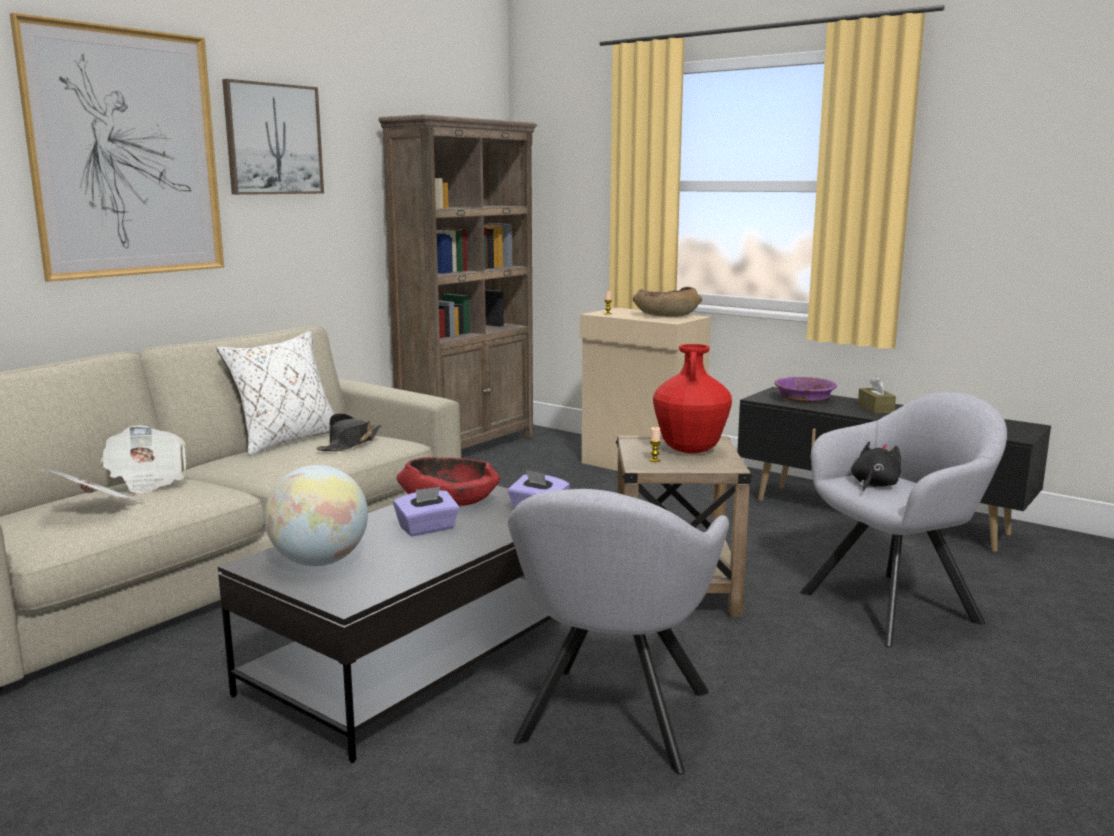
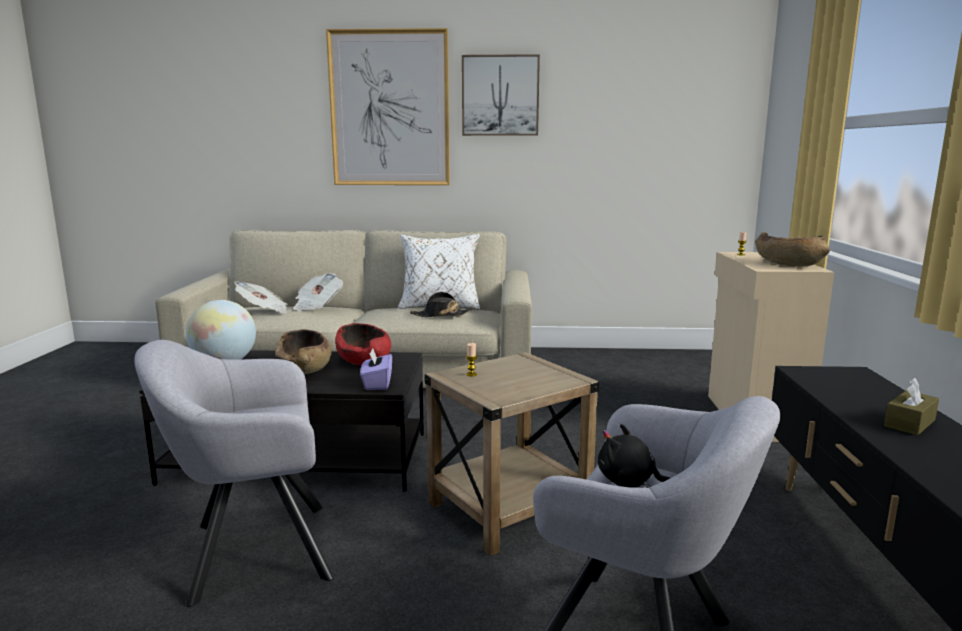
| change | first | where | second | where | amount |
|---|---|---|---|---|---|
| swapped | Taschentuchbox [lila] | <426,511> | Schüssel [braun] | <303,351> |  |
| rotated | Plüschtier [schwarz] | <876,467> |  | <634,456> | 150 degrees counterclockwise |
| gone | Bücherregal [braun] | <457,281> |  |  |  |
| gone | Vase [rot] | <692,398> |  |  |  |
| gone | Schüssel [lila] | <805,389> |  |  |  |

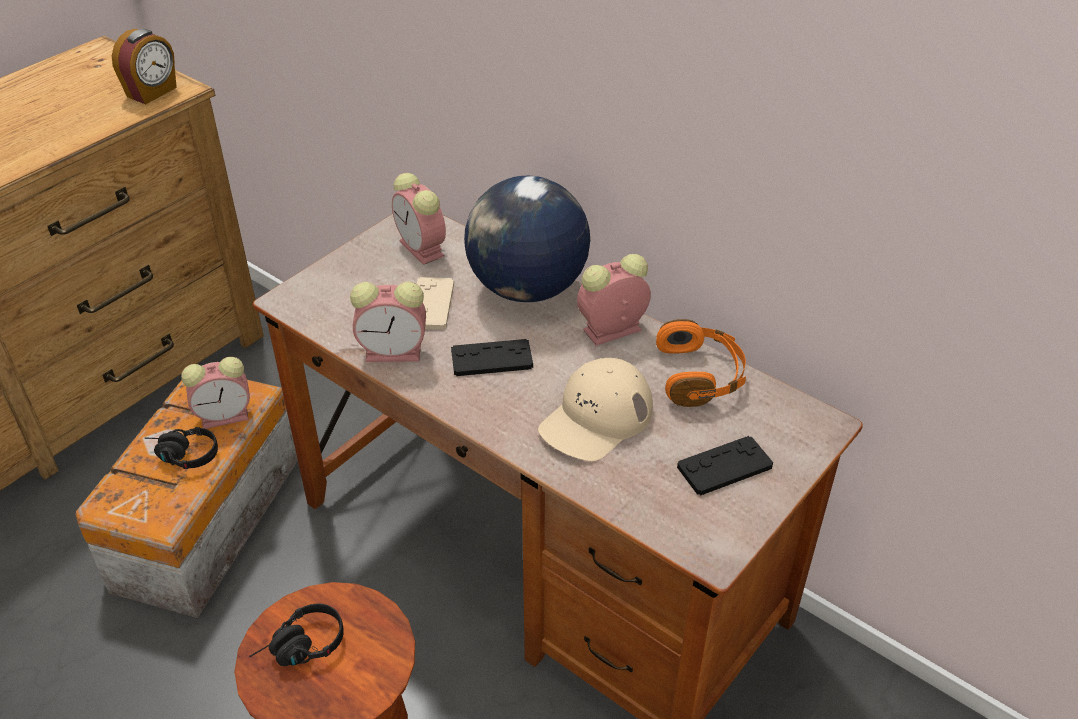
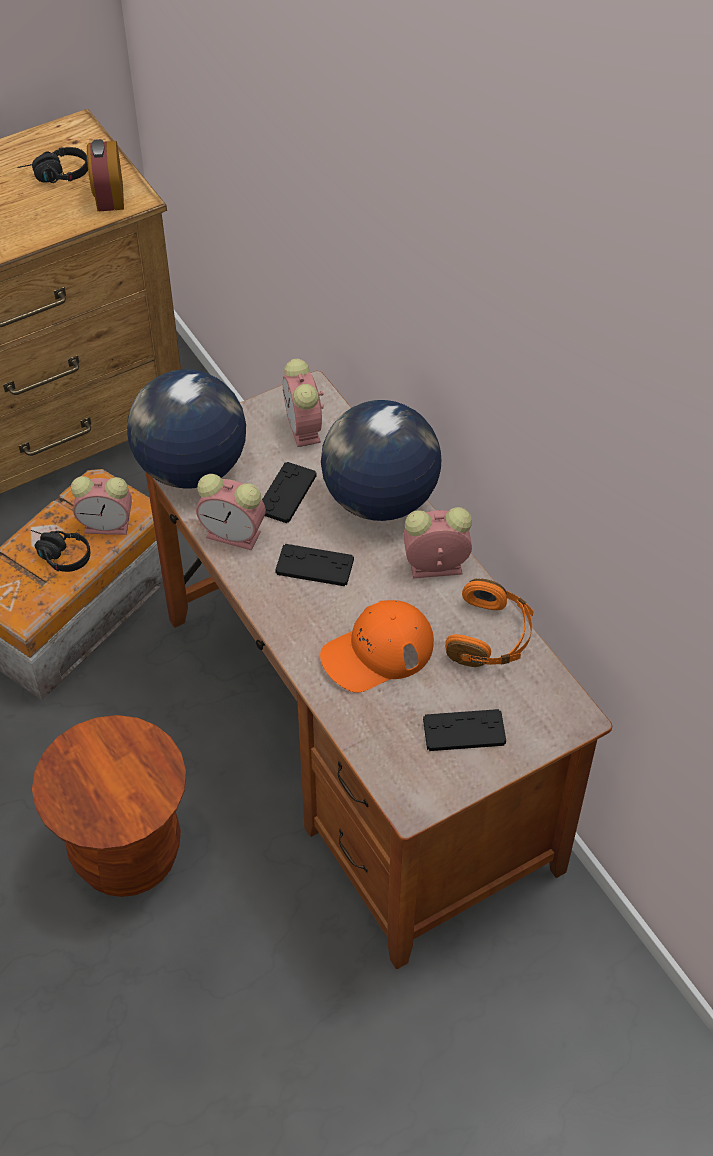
| change | first | where | second | where | amount |
|---|---|---|---|---|---|
| shifted | Kopfhörer [schwarz] | <296,635> |  | <52,165> |  |
| rotated | Wecker | <144,66> |  | <105,175> | 120 degrees clockwise |
| new |  |  | Globus | <186,429> |  |
| repainted | Gamepad [beige] | <435,303> | Gamepad [schwarz] | <289,492> |  |
| repainted | Kappe [beige] | <595,409> | Kappe [orange] | <377,646> |  |

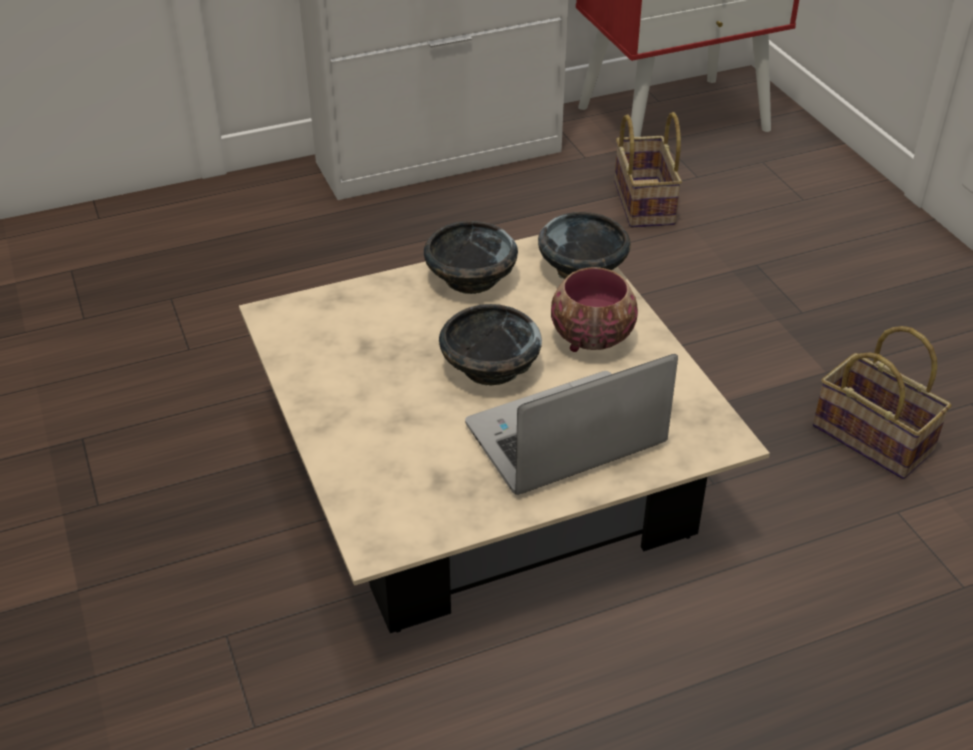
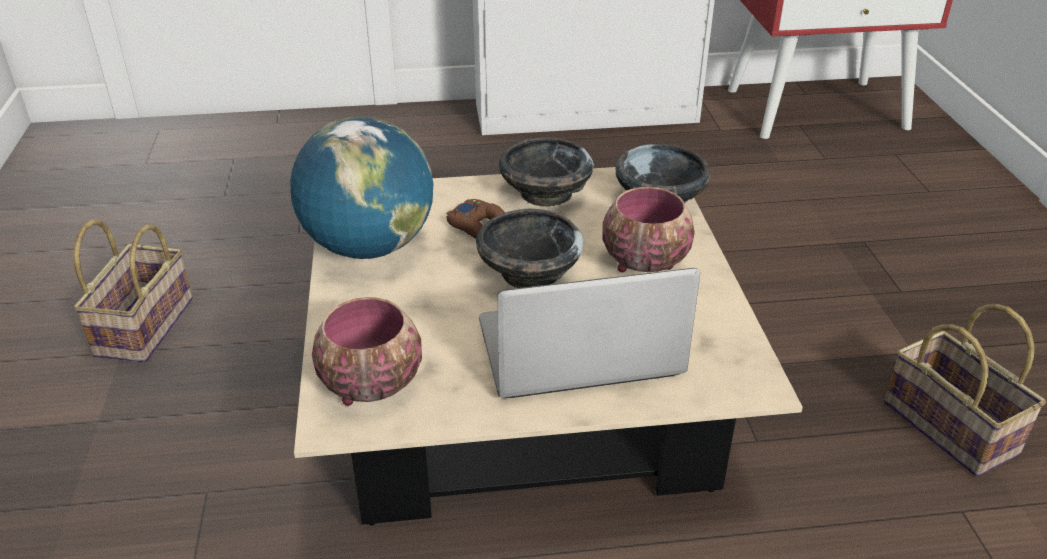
| change | first | where | second | where | amount |
|---|---|---|---|---|---|
| shifted | Korb | <648,170> |  | <133,291> |  |
| new |  |  | Globus | <361,188> |  |
| new |  |  | Schüssel | <367,351> |  |
| new |  |  | Gamepad [braun] | <475,219> |  |

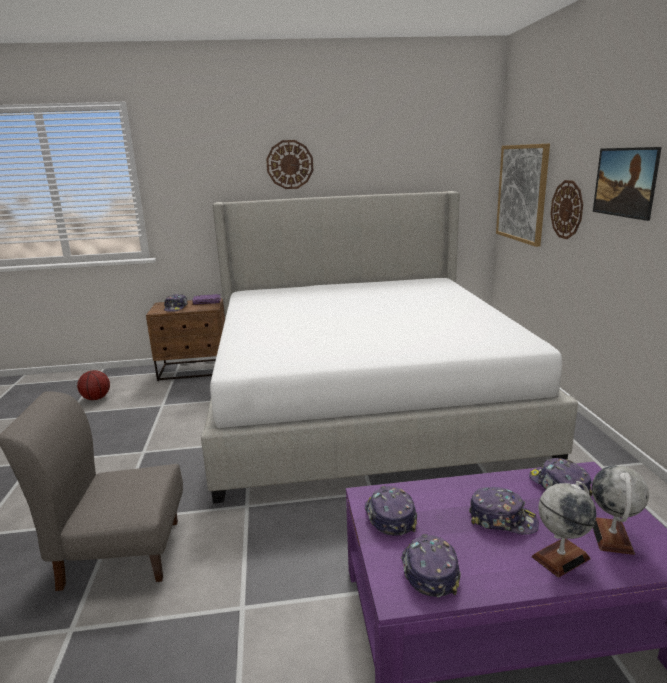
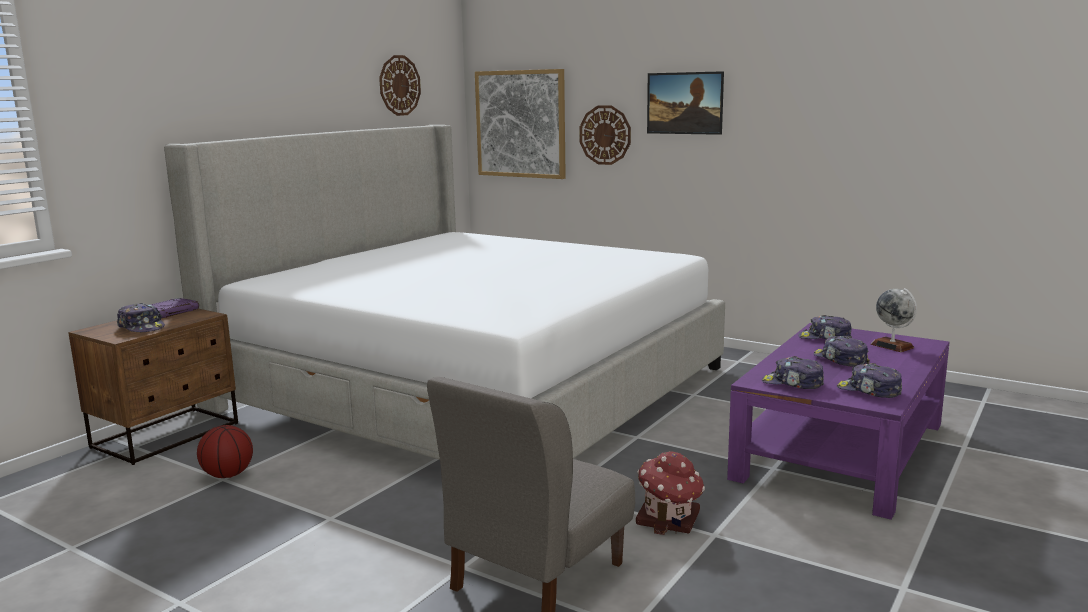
| change | first | where | second | where | amount |
|---|---|---|---|---|---|
| shifted | Basketball | <93,385> |  | <225,451> |  |
| shifted | Wanduhr | <289,164> |  | <400,85> |  |
| new |  |  | Spielzeughaus | <670,493> |  |
| rotated | Kappe | <504,510> |  | <842,351> | 90 degrees counterclockwise |
| gone | Globus | <564,529> |  |  |  |

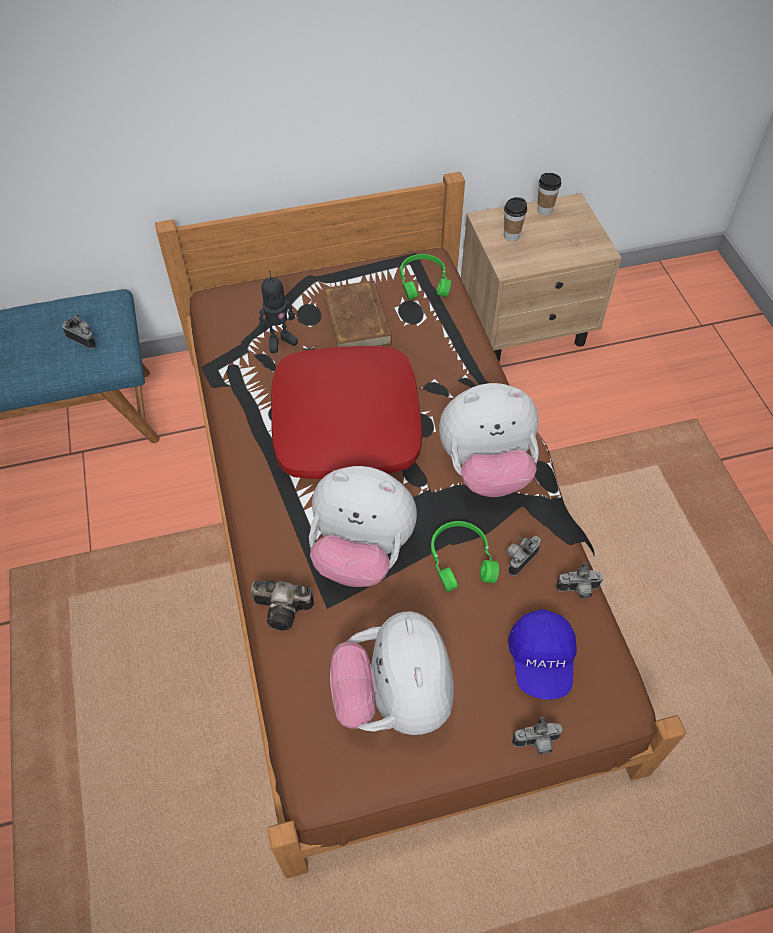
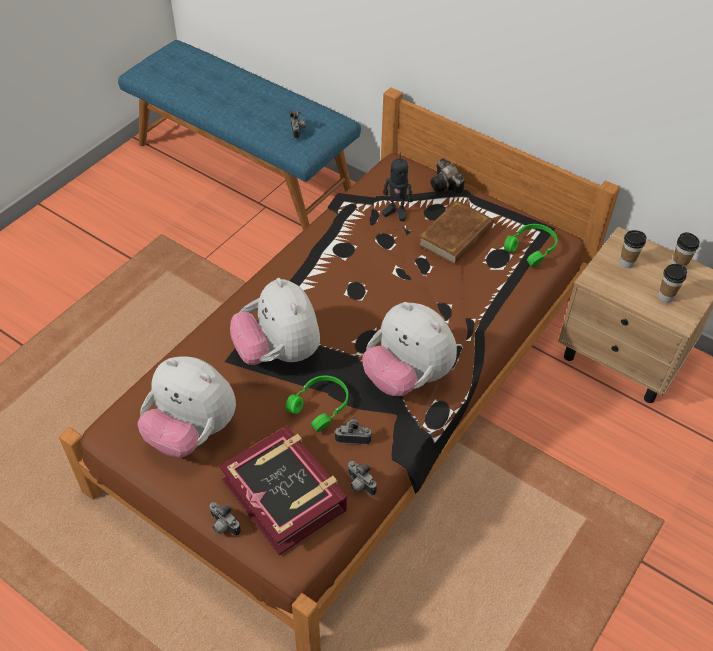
| change | first | where | second | where | amount |
|---|---|---|---|---|---|
| rotated | Plüschtier | <392,673> |  | <187,407> | 105 degrees counterclockwise |
| swapped | Kappe [blau] | <542,654> | Buch | <283,490> |  |
| shifted | Kamera | <282,606> |  | <447,176> |  |
| new |  |  | Tasse | <672,283> |  |
| gone | Kissen [rot] | <346,412> |  |  |  |

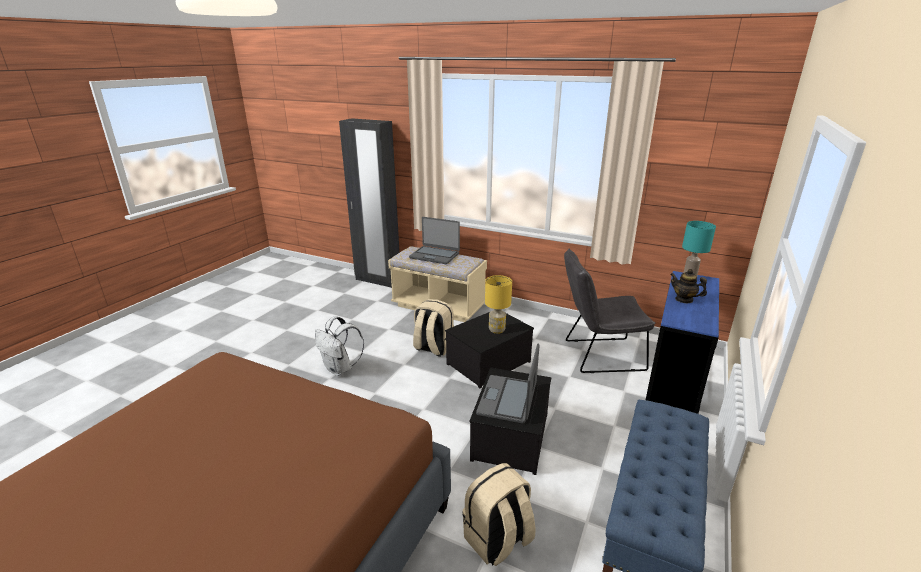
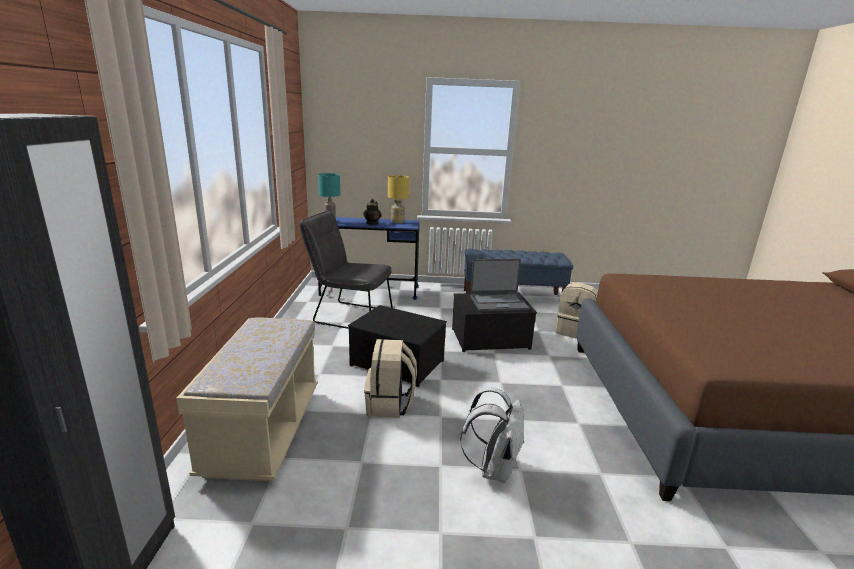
| change | first | where | second | where | amount |
|---|---|---|---|---|---|
| rotated | Stuhl [grau] | <609,310> |  | <346,269> | 135 degrees clockwise |
| shifted | Tischlampe [gelb] | <498,304> |  | <398,199> |  |
| gone | Laptop | <434,240> |  |  |  |

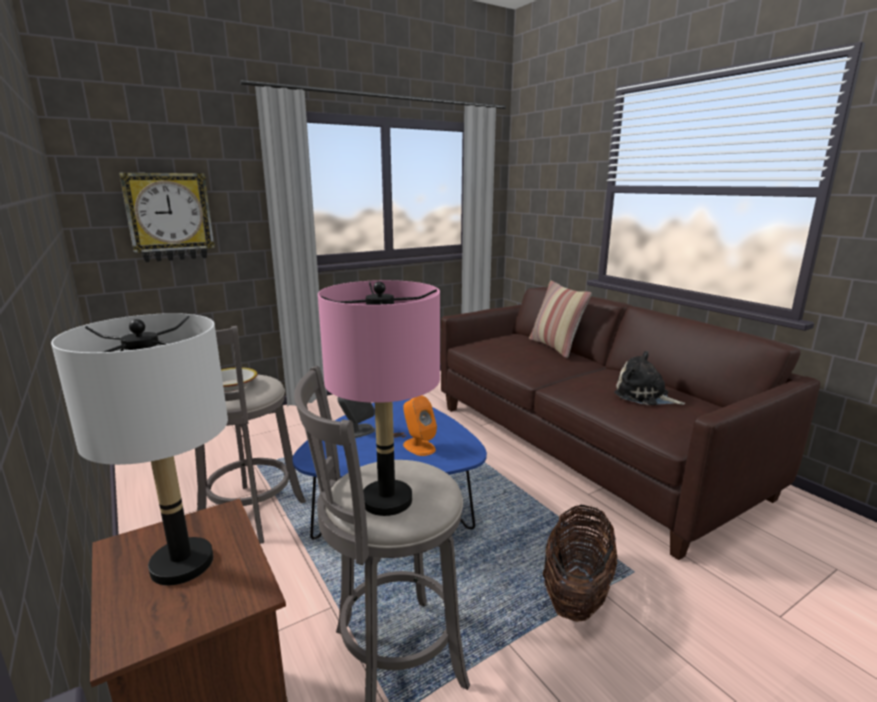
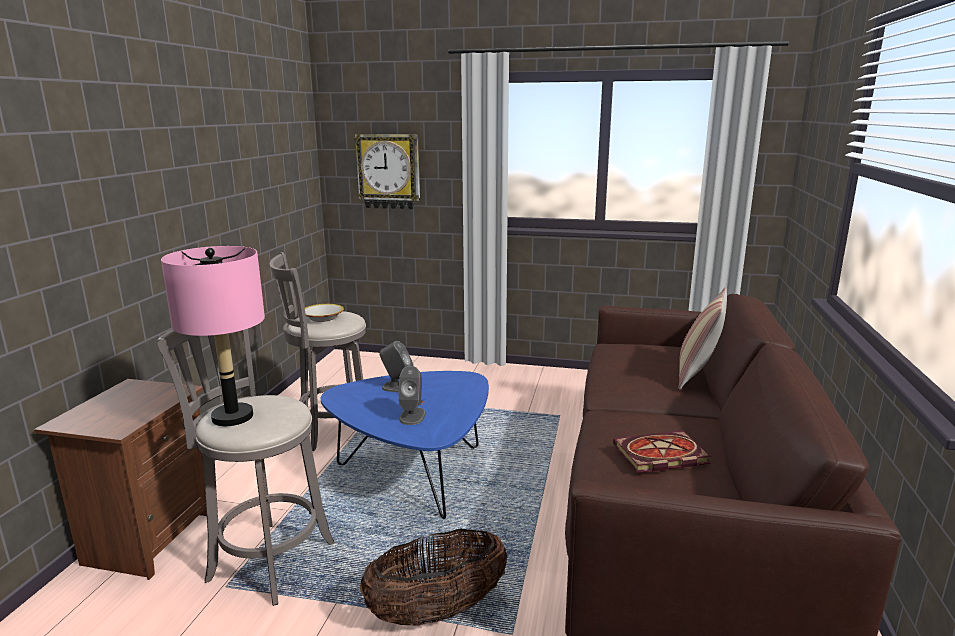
| change | first | where | second | where | amount |
|---|---|---|---|---|---|
| repainted | Lautsprecher [orange] | <420,426> | Lautsprecher [grau] | <412,395> |  |
| swapped | Plüschtier | <649,378> | Buch | <662,451> |  |
| gone | Tischlampe [weiß] | <139,449> |  |  |  |

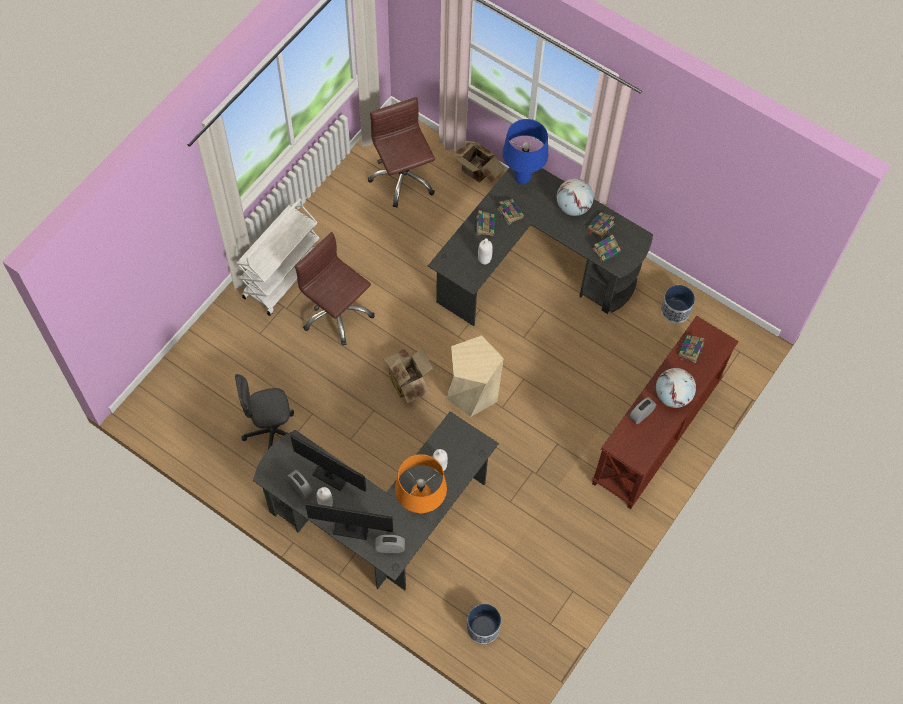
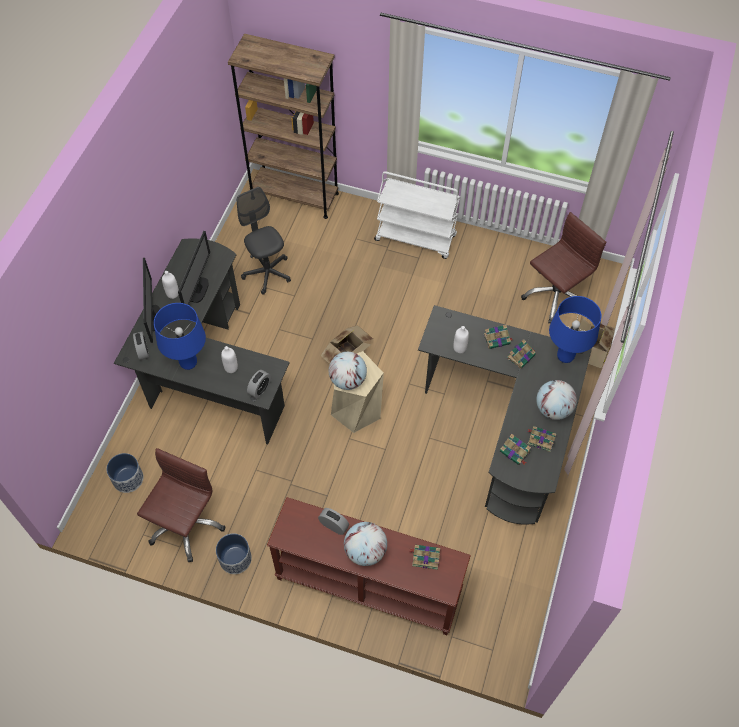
| change | first | where | second | where | amount |
|---|---|---|---|---|---|
| shifted | Bürostuhl [braun] | <335,288> |  | <181,505> |  |
| repainted | Tischlampe [orange] | <421,483> | Tischlampe [blau] | <180,336> |  |
| shifted | Pflanzkübel | <678,304> |  | <234,553> |  |
| new |  |  | Bücherregal [braun] | <283,126> |  |
| shifted | Wecker | <300,484> |  | <259,384> |  |
| new |  |  | Globus | <348,371> |  |

